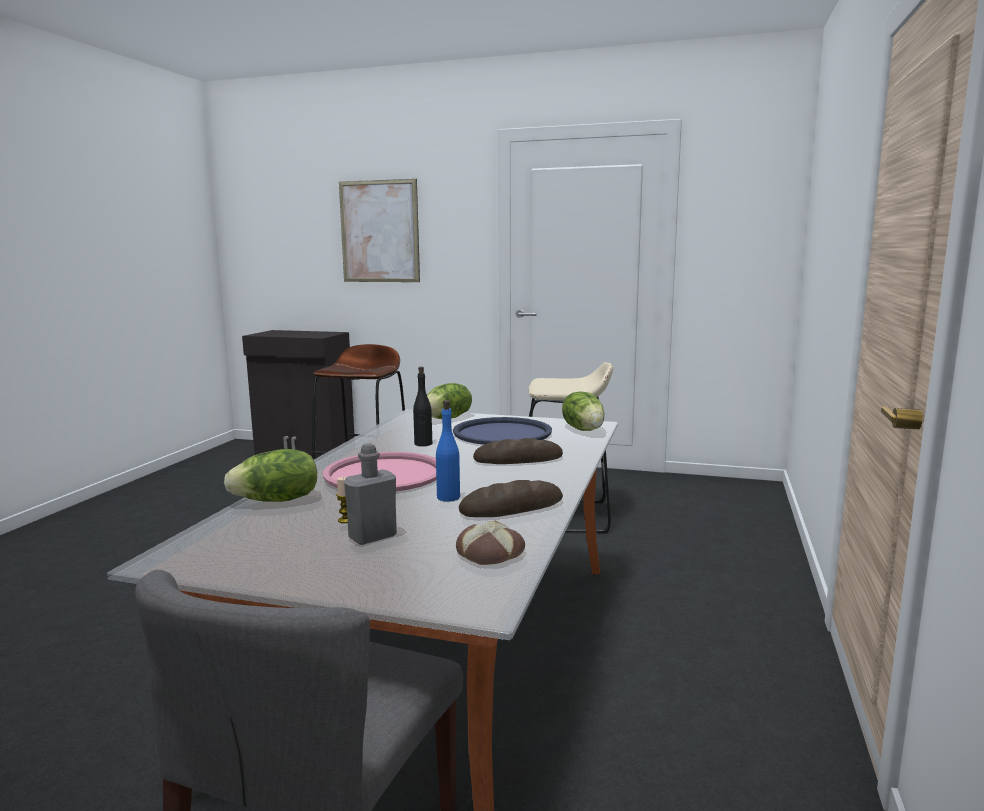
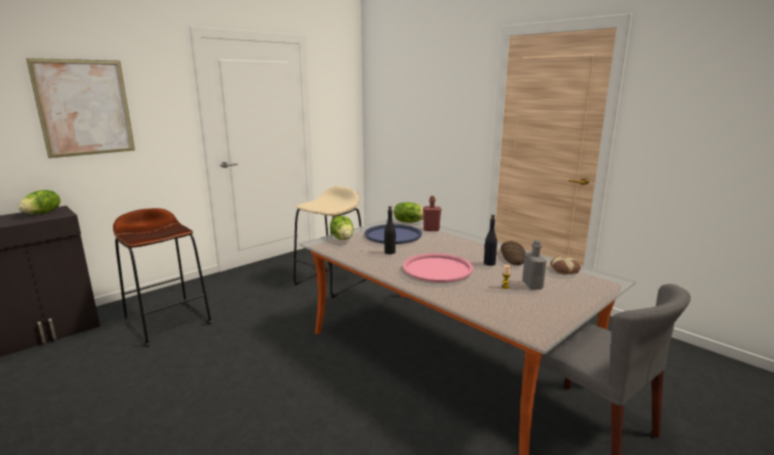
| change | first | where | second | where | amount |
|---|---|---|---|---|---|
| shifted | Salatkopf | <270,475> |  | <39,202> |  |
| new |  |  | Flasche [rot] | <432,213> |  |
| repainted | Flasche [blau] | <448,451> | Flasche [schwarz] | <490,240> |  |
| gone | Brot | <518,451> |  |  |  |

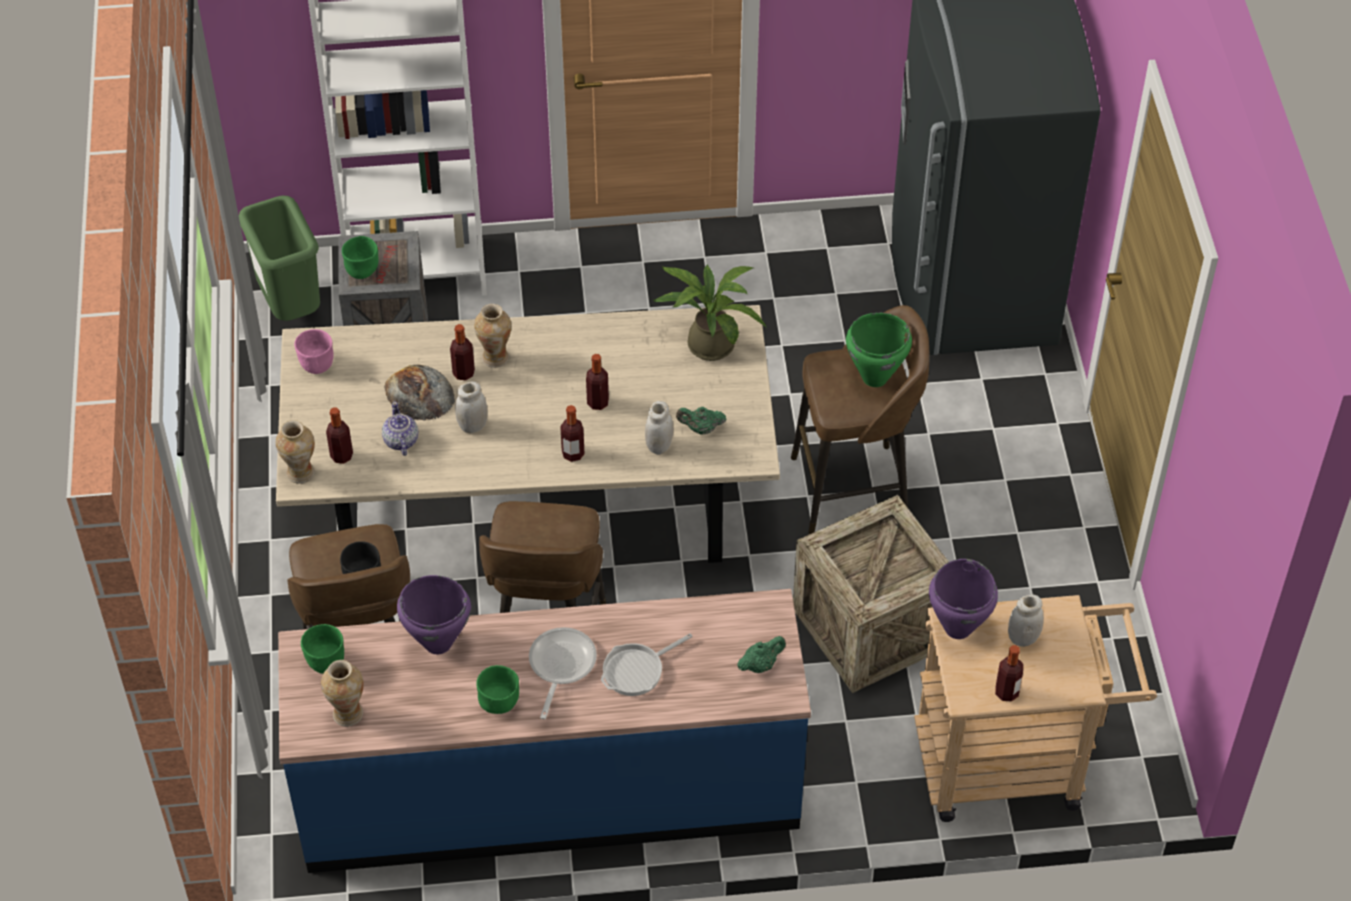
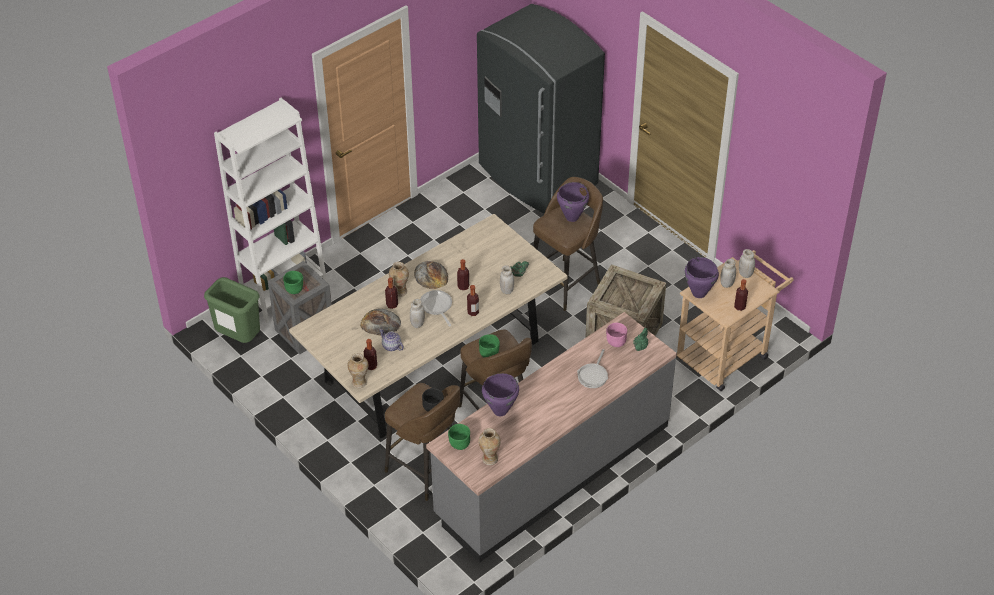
| change | first | where | second | where | amount |
|---|---|---|---|---|---|
| new |  |  | Brot | <431,275> |  |
| shifted | Pfanne | <563,673> |  | <436,308> |  |
| repainted | Küchenzeile [blau] | <544,731> | Küchenzeile [grau] | <551,437> |  |
| shifted | Schüssel [grün] | <497,689> |  | <489,345> |  |
| repainted | Kochtopf [grün] | <879,350> | Kochtopf [lila] | <573,202> |  |
| shifted | Schüssel [rosa] | <314,351> |  | <616,335> |  |
| new |  |  | Vorratsglas [weiß] | <747,263> |  |
| gone | Topfpflanze | <710,312> |  |  |  |

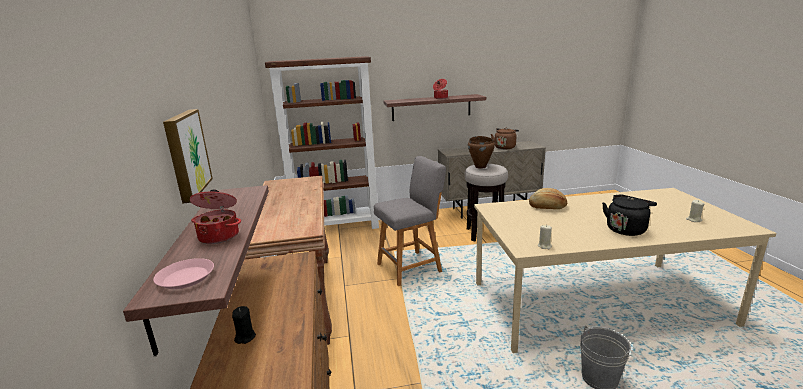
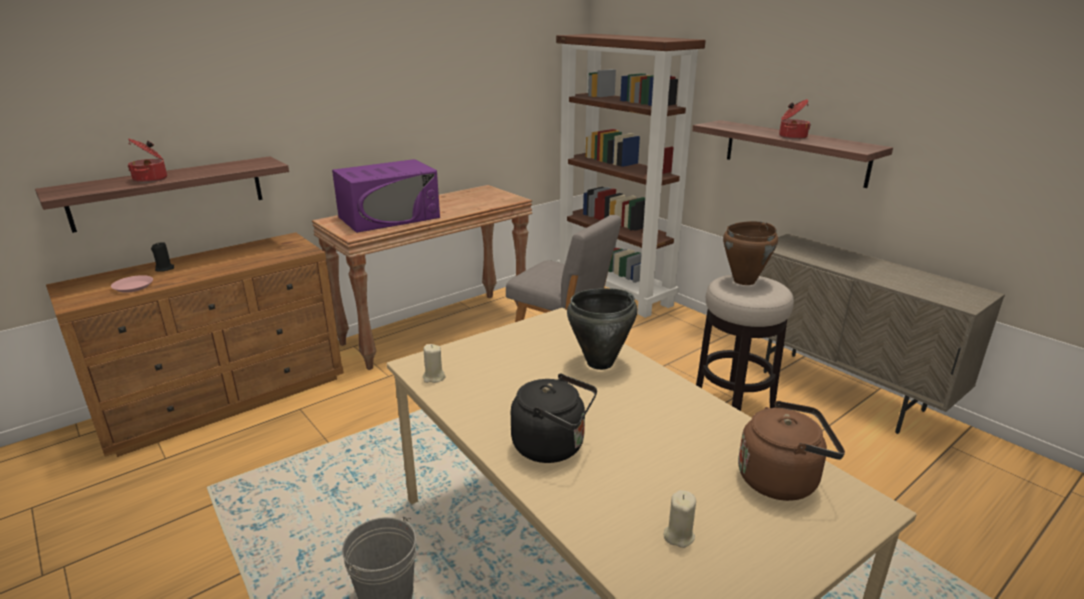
| change | first | where | second | where | amount |
|---|---|---|---|---|---|
| shifted | Teller [rosa] | <183,273> |  | <132,284> |  |
| new |  |  | Mikrowelle [lila] | <386,196> |  |
| swapped | Brot | <548,198> | Kochtopf [schwarz] | <602,329> |  |
| shifted | Wasserkessel [braun] | <505,138> |  | <791,451> |  |
| gone | Bild | <188,156> |  |  |  |

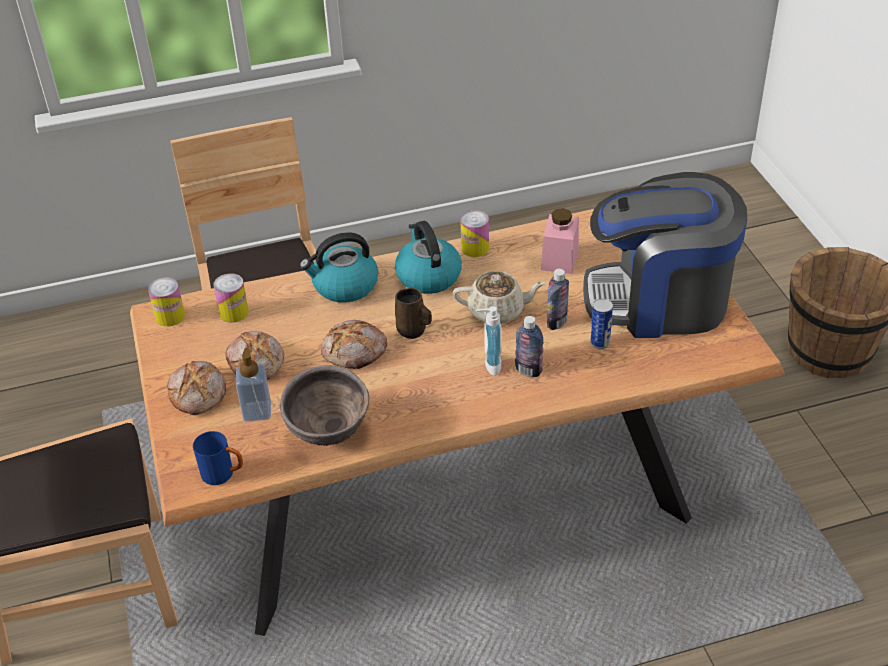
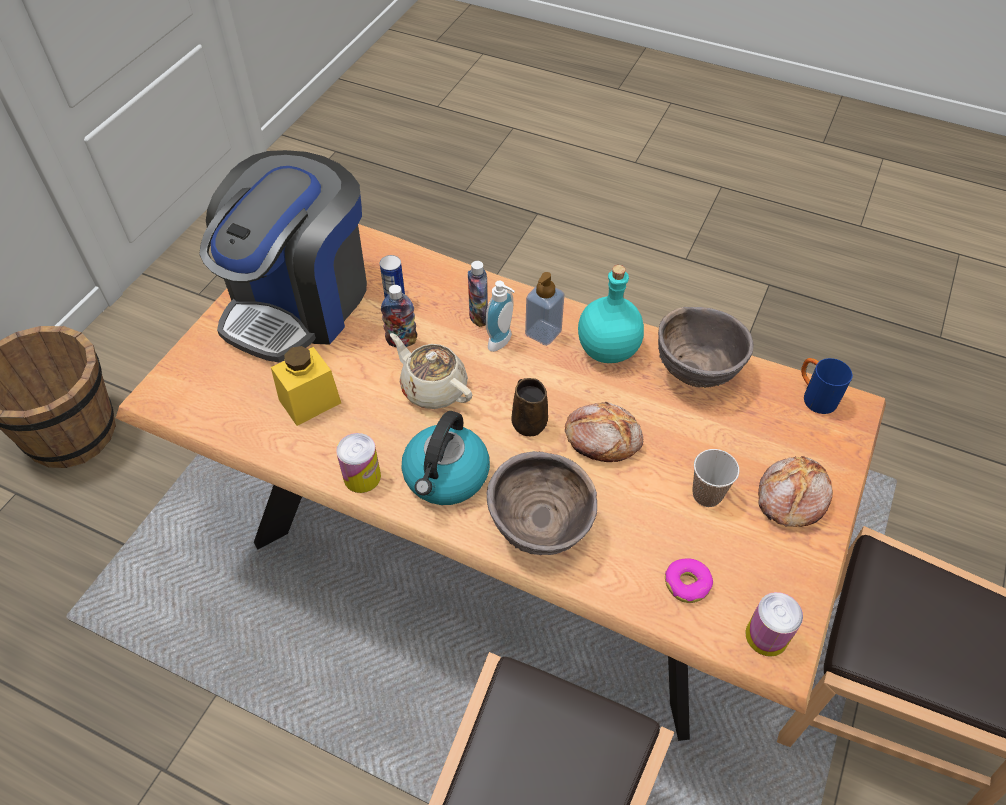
| change | first | where | second | where | amount |
|---|---|---|---|---|---|
| rotated | Kaffeemaschine | <665,255> |  | <283,256> | 75 degrees clockwise |
| repainted | Vorratsglas [rosa] | <560,241> | Vorratsglas [gelb] | <306,386> |  |
| swapped | Wasserkessel | <339,267> | Schüssel [braun] | <542,503> |  |
| shifted | Seifenspender | <253,385> |  | <544,309> |  |
| new |  |  | Flasche [türkis] | <611,314> |  |
| swapped | Dose | <231,298> | Donut | <689,580> |  |
| swapped | Brot | <254,355> | Tasse | <716,478> |  |

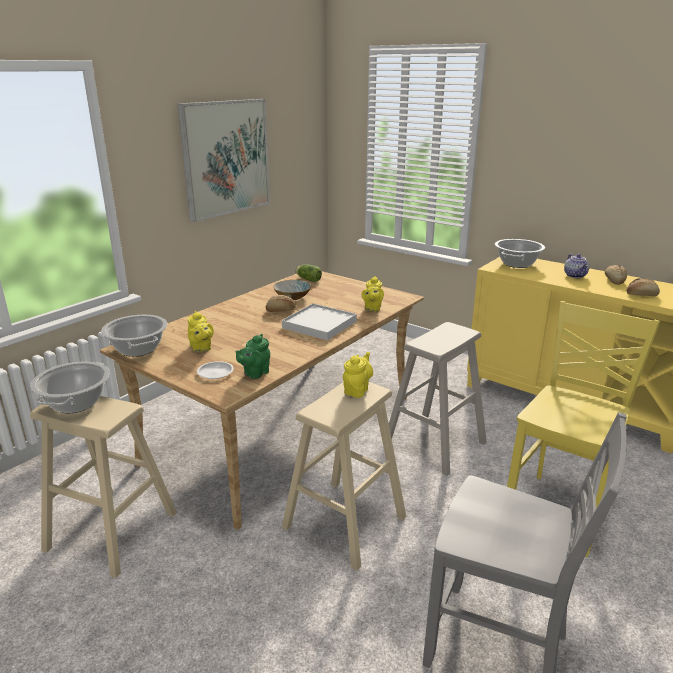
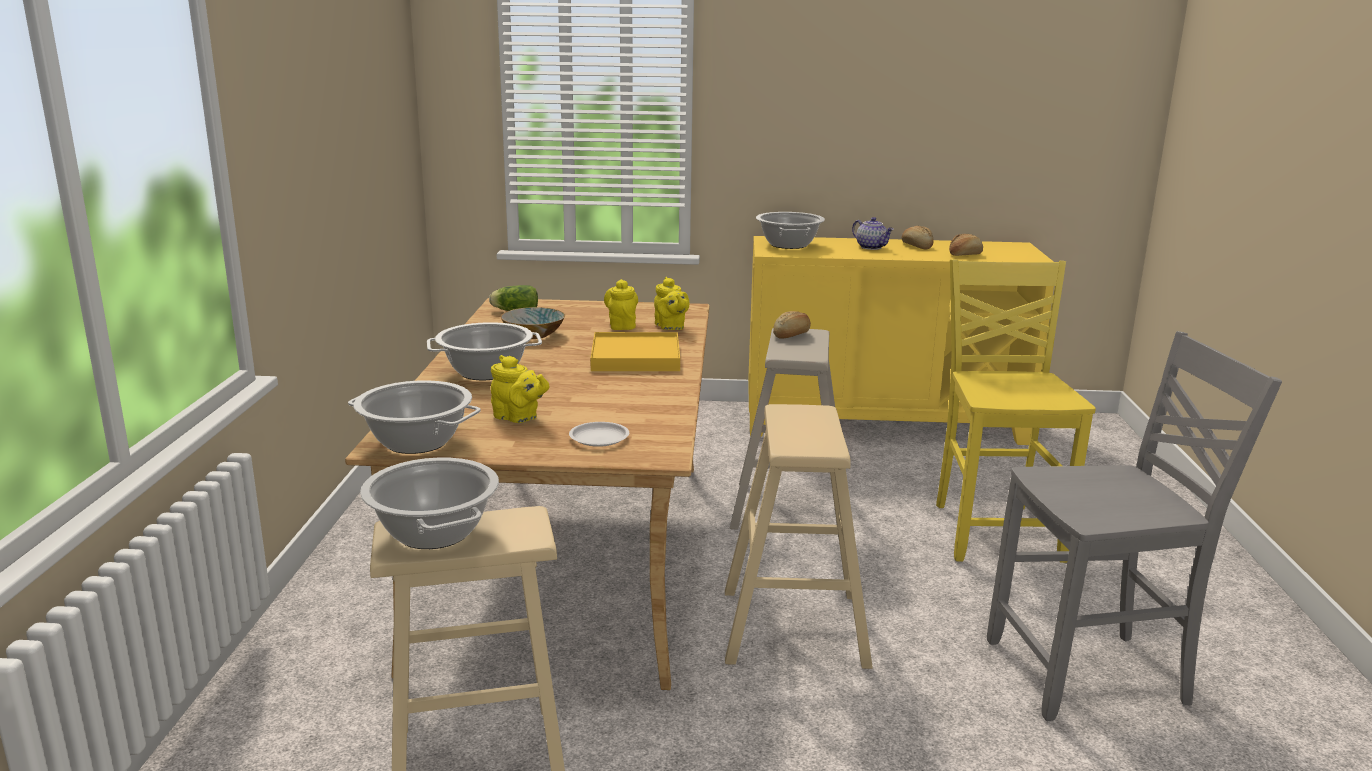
| change | first | where | second | where | amount |
|---|---|---|---|---|---|
| new |  |  | Kochtopf | <484,351> |  |
| repainted | Tablett [weiß] | <319,321> | Tablett [gelb] | <635,351> |  |
| shifted | Teekanne [gelb] | <358,375> |  | <621,304> |  |
| shifted | Brot | <281,303> |  | <792,325> |  |
| gone | Bild | <224,160> |  |  |  |
| gone | Teekanne [grün] | <253,356> |  |  |  |

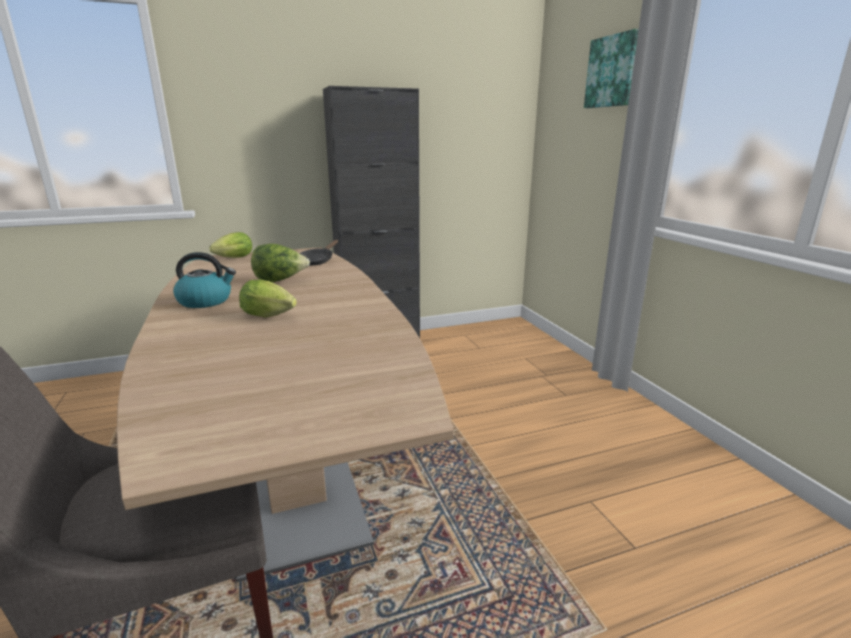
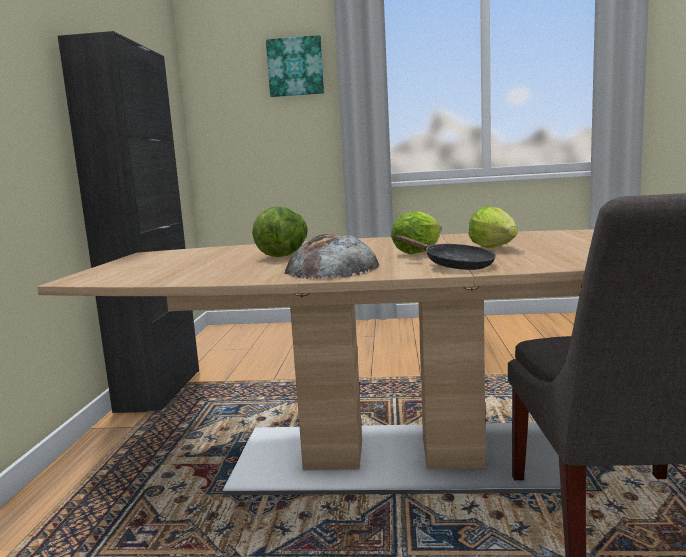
| change | first | where | second | where | amount |
|---|---|---|---|---|---|
| swapped | Wasserkessel | <204,280> | Brot | <331,256> |  |
| shifted | Pfanne [schwarz] | <318,253> |  | <445,252> |  |
| shifted | Salatkopf | <230,245> |  | <493,227> |  |

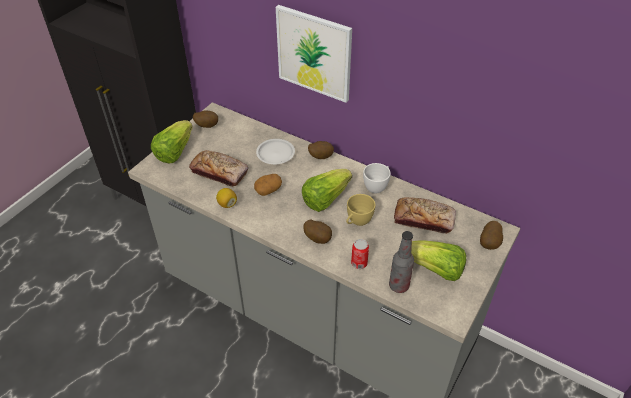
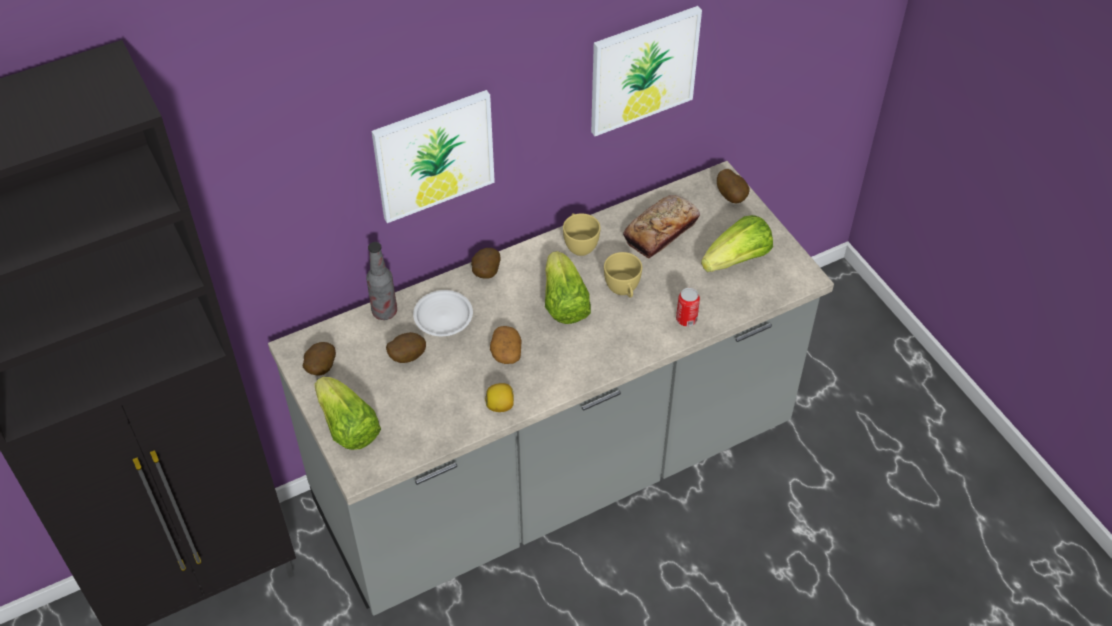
| change | first | where | second | where | amount |
|---|---|---|---|---|---|
| shifted | Flasche | <401,262> |  | <381,281> |  |
| shifted | Kartoffel | <317,232> |  | <406,347> |  |
| repainted | Tasse [weiß] | <377,178> | Tasse [gelb] | <581,234> |  |
| new |  |  | Bild | <646,71> |  |
| gone | Brot | <218,168> |  |  |  |

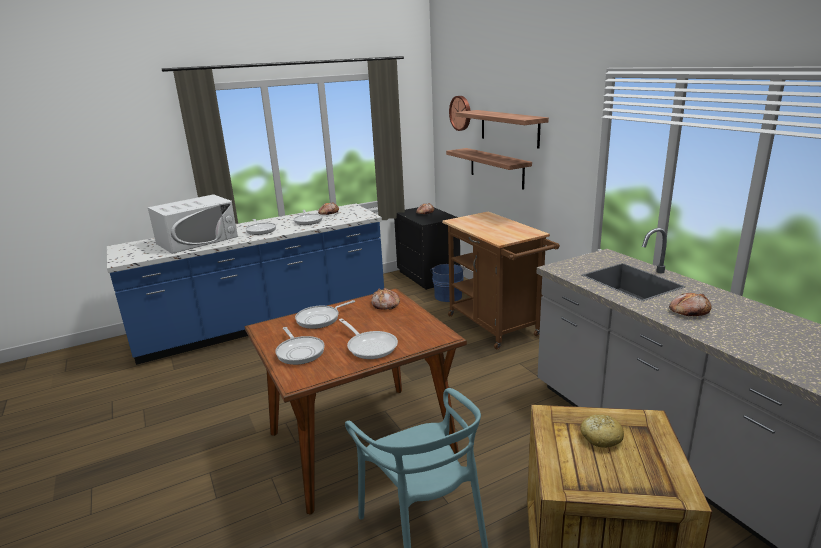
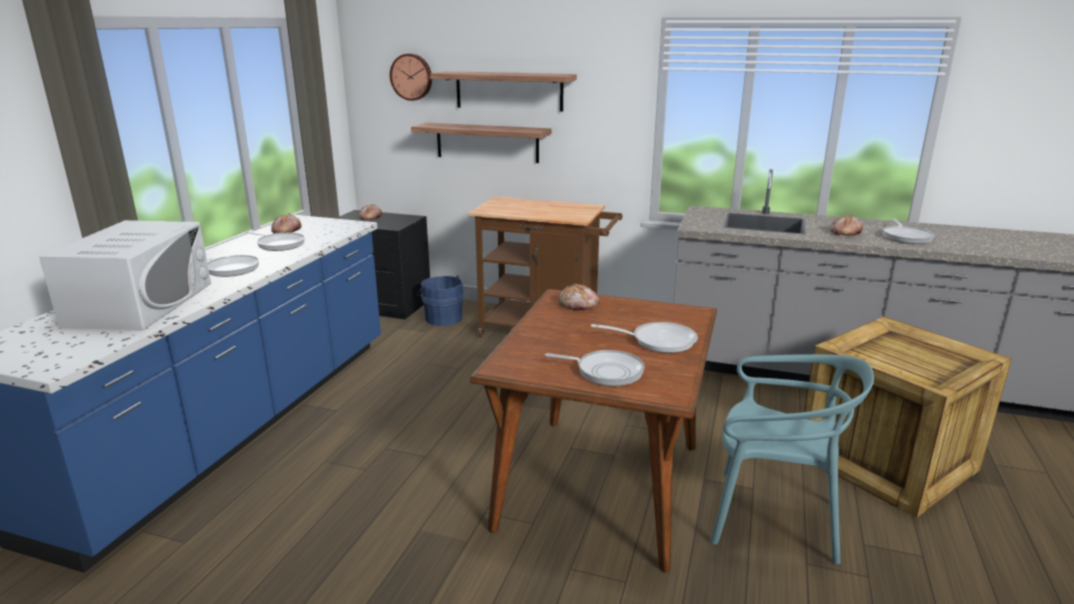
| change | first | where | second | where | amount |
|---|---|---|---|---|---|
| shifted | Pfanne | <325,314> |  | <909,231> |  |
| gone | Brot | <602,431> |  |  |  |

